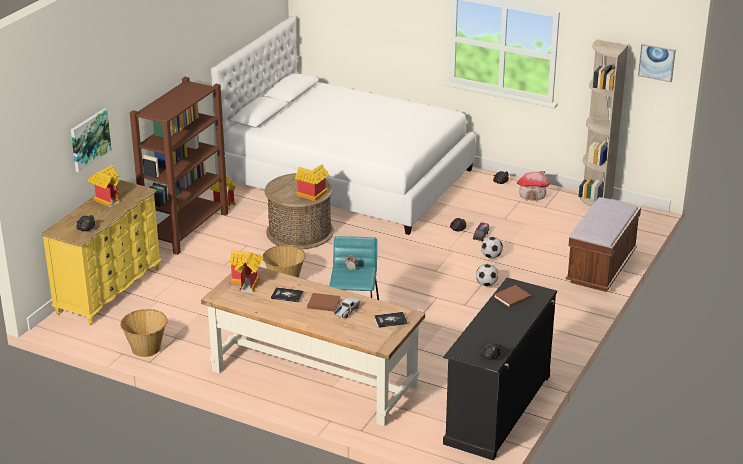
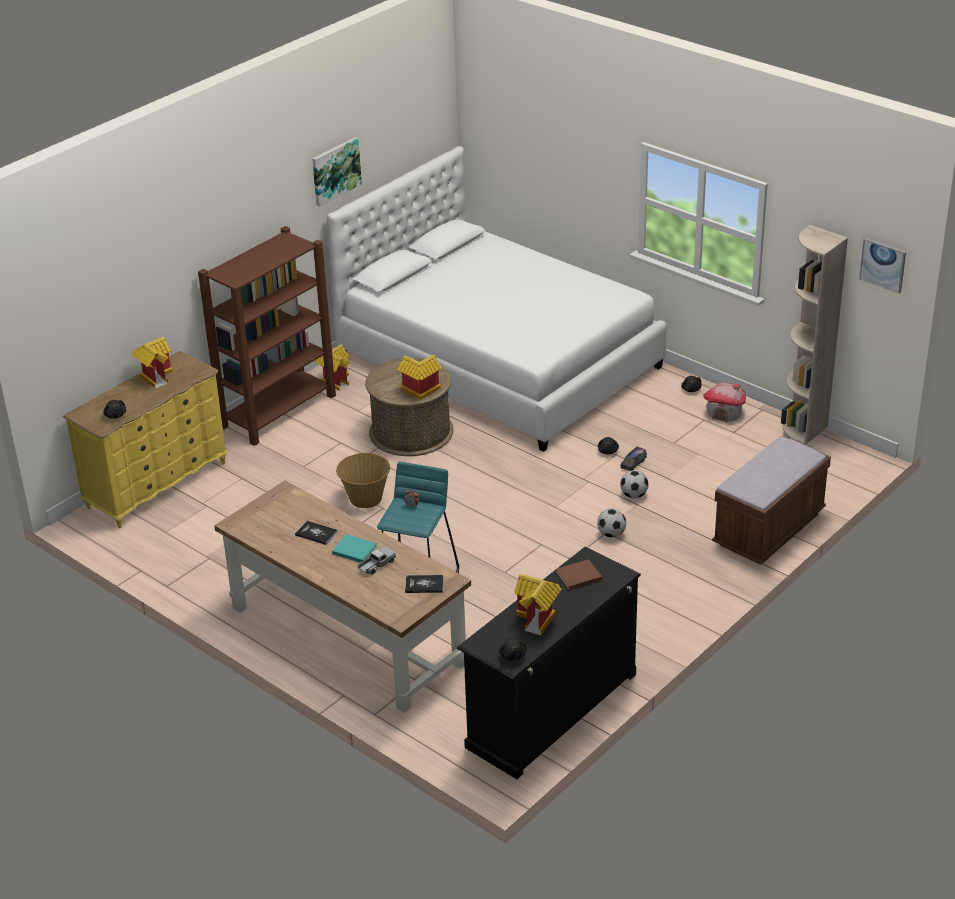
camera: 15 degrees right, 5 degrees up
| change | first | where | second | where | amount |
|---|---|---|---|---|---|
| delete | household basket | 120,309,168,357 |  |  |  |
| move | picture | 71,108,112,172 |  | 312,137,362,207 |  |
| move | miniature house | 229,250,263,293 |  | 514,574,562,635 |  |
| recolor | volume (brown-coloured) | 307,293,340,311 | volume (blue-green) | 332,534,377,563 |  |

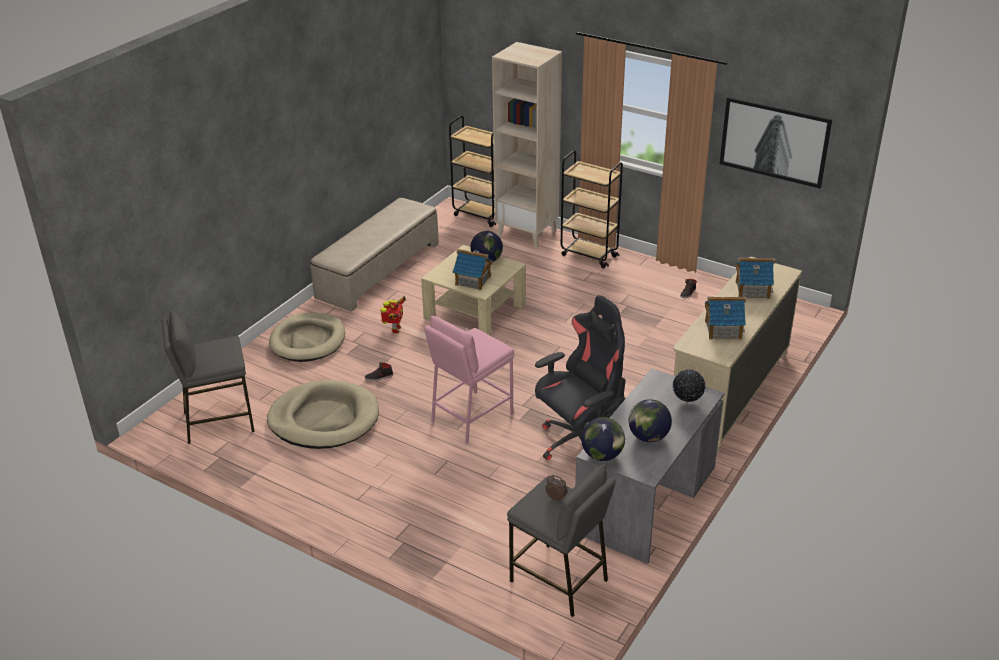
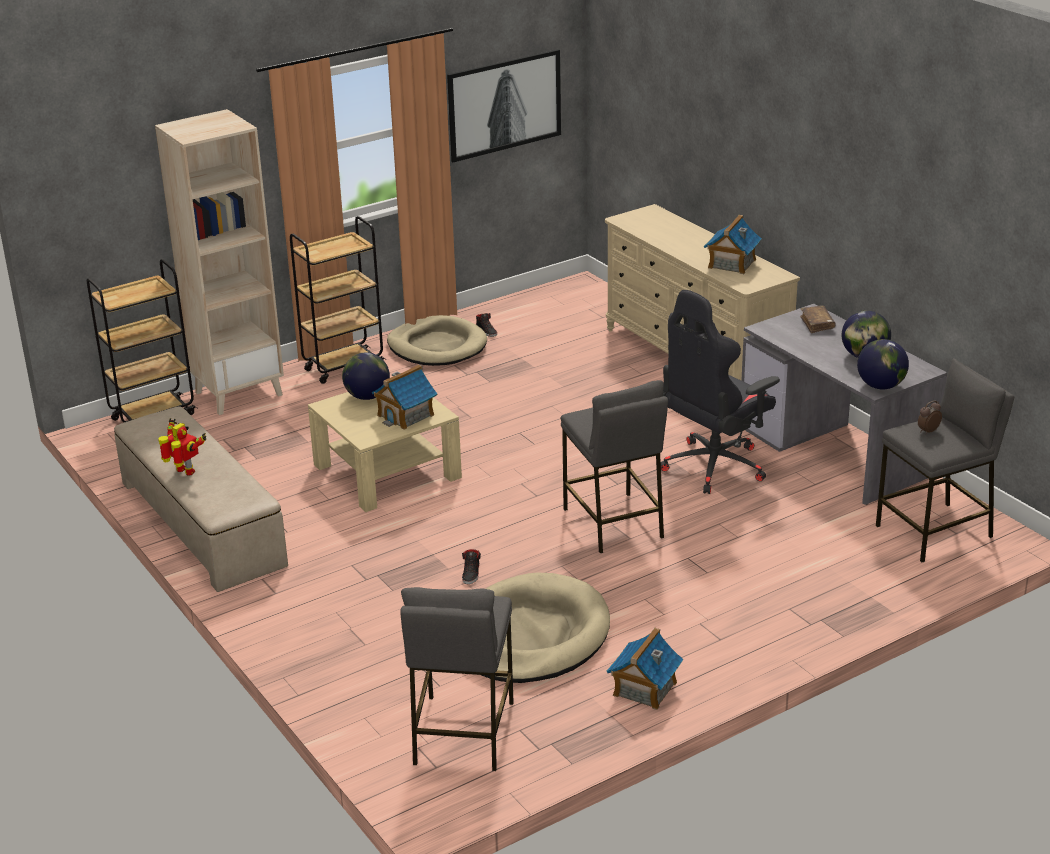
camera: 65 degrees left, 5 degrees down
| change | first | where | second | where | amount |
|---|---|---|---|---|---|
| move | pet bed (sand-coloured) | 269,313,345,362 |  | 387,315,487,366 |  |
| move | model robot | 380,296,406,333 |  | 158,418,206,476 |  |
| move | miniature house | 736,257,775,299 |  | 607,628,683,710 |  |
| replace | world globe | 673,369,705,403 | volume (brown-coloured) | 800,305,836,333 |  |
| recolor | stool seat (pink-coloured) | 424,316,514,444 | stool seat (greyish) | 561,380,668,553 |  |
| rotate | office chair (black) | 535,295,626,460 |  | 661,290,780,494 | 120 degrees counterclockwise |

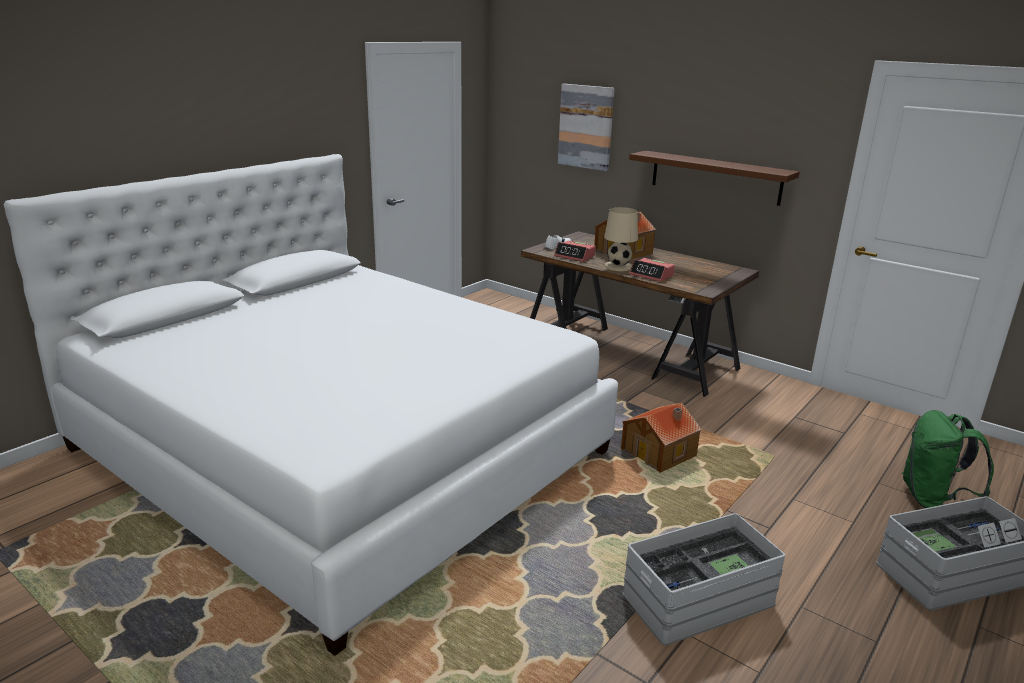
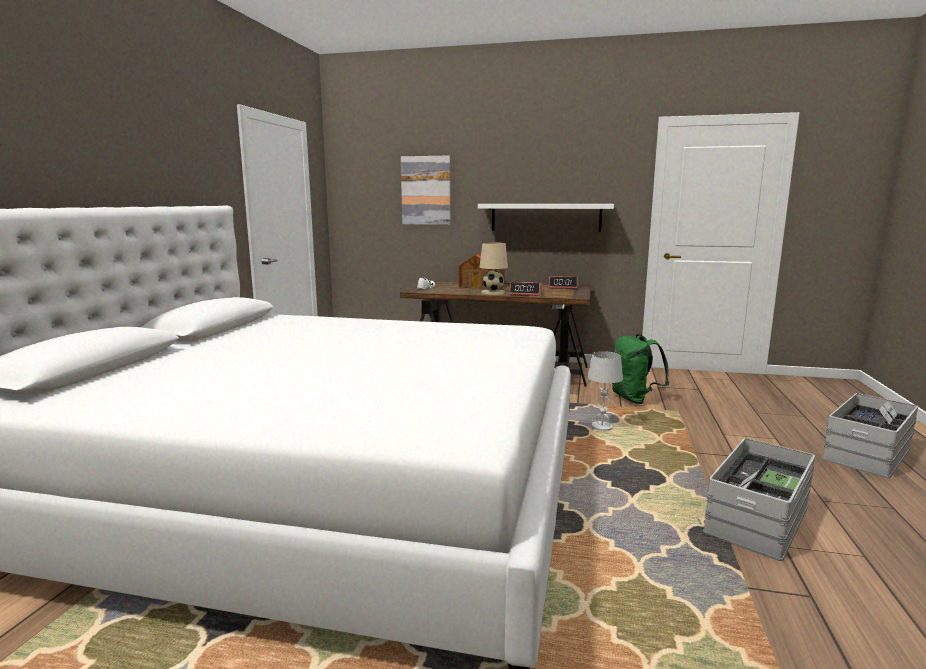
camera: 25 degrees left, 10 degrees down
| change | first | where | second | where | amount |
|---|---|---|---|---|---|
| move | table clock | 554,241,596,262 |  | 549,276,577,289 |  |
| move | knapsack (green-coloured) | 902,410,994,508 |  | 612,334,669,404 |  |
| replace | miniature house | 621,403,702,473 | tabletop lamp (white-coloured) | 587,351,623,431 |  |
| recolor | wall shelf (brown-coloured) | 629,151,800,206 | wall shelf (white-coloured) | 478,204,614,232 |  |

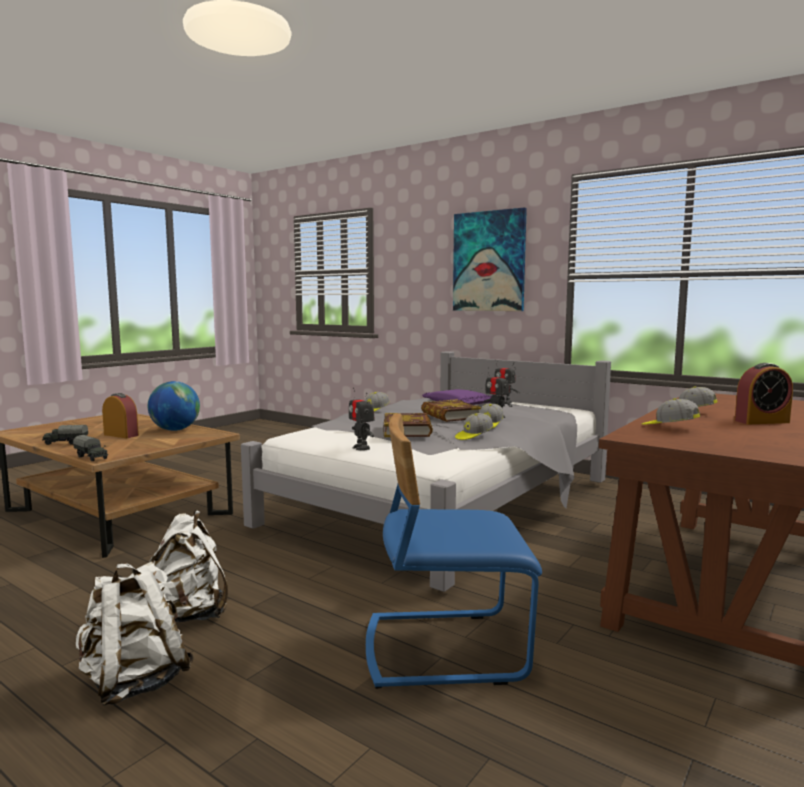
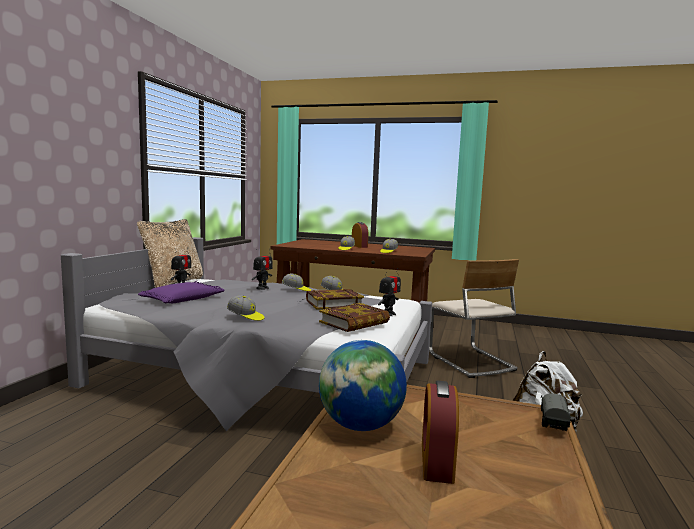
camera: 110 degrees left, 0 degrees up
| change | first | where | second | where | amount |
|---|---|---|---|---|---|
| delete | model truck | 42,425,88,445 |  |  |  |
| delete | knapsack (white-coloured) | 76,561,194,706 |  |  |  |
| delete | picture | 453,207,527,311 |  |  |  |
| insert |  |  | throw pillow (sand-coloured) | 137,219,203,288 |  |
| move | volume | 421,399,482,422 |  | 319,303,390,332 |  |
| recolor | chair (bluish) | 366,414,542,689 | chair (sand-coloured) | 429,259,519,378 |  |

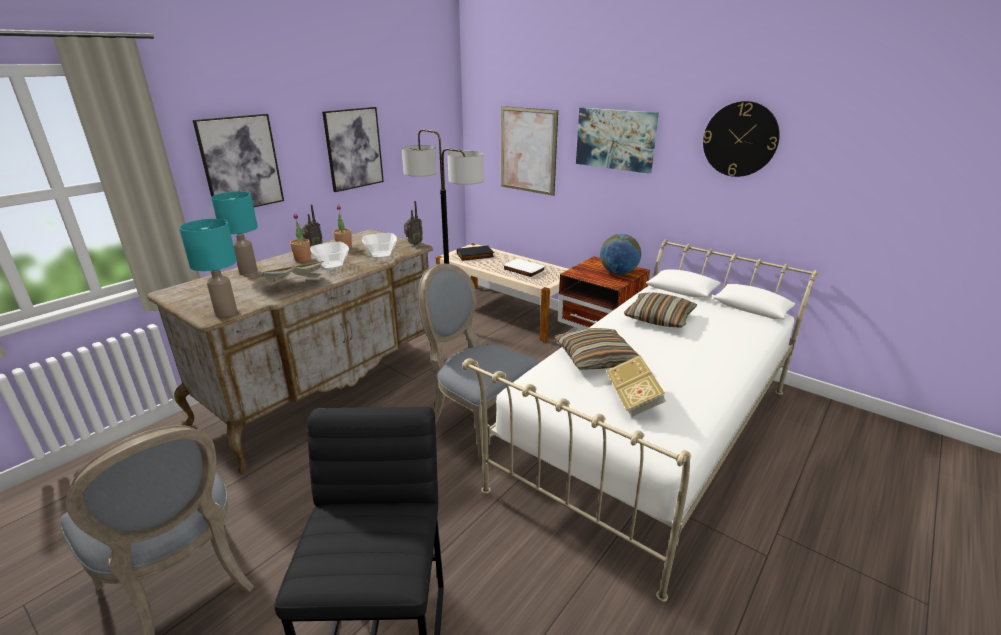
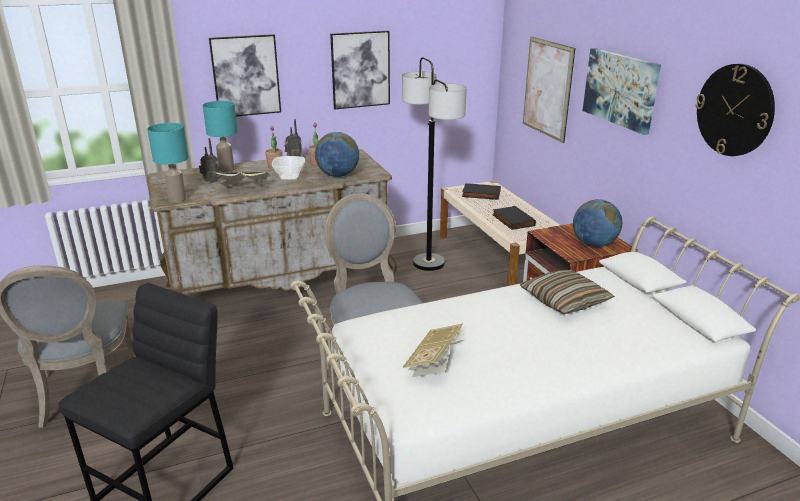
camera: 30 degrees right, 0 degrees up
| change | first | where | second | where | amount |
|---|---|---|---|---|---|
| delete | throw pillow | 555,328,639,369 |  |  |  |
| move | radio receiver | 404,201,423,245 |  | 199,138,220,183 |  |
| replace | deep dish | 362,233,397,258 | world globe | 315,132,359,177 |  |
| recolor | volume (white-coloured) | 503,259,545,278 | volume (black) | 492,206,536,230 |  |

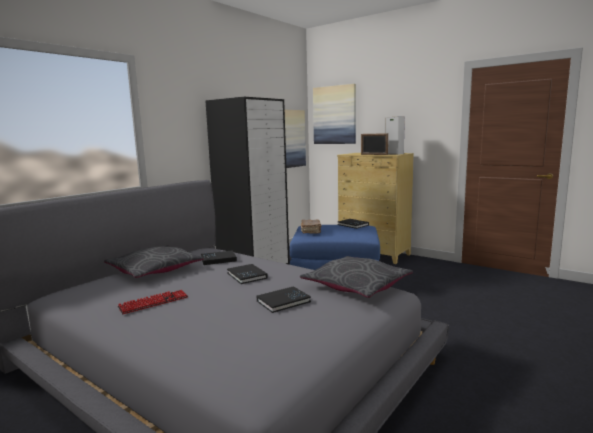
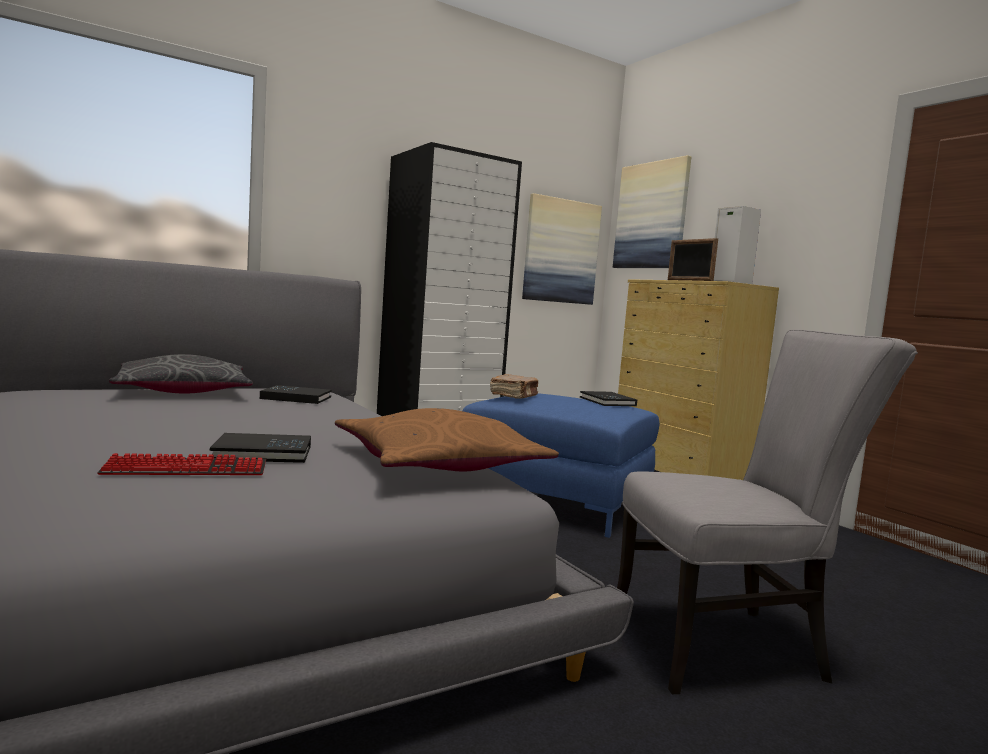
camera: 20 degrees right, 5 degrees down
| change | first | where | second | where | amount |
|---|---|---|---|---|---|
| delete | volume (black) | 227,264,268,284 |  |  |  |
| insert |  |  | chair (greyish) | 617,330,918,694 |  |
| move | computer keyboard | 118,290,188,314 |  | 97,453,266,475 |  |
| recolor | throw pillow (greyish) | 300,256,413,298 | throw pillow (brown-coloured) | 335,408,559,472 |  |

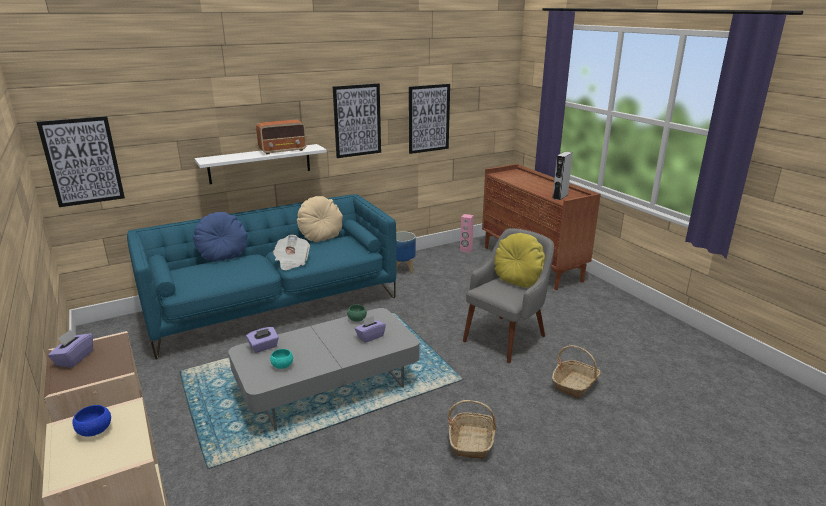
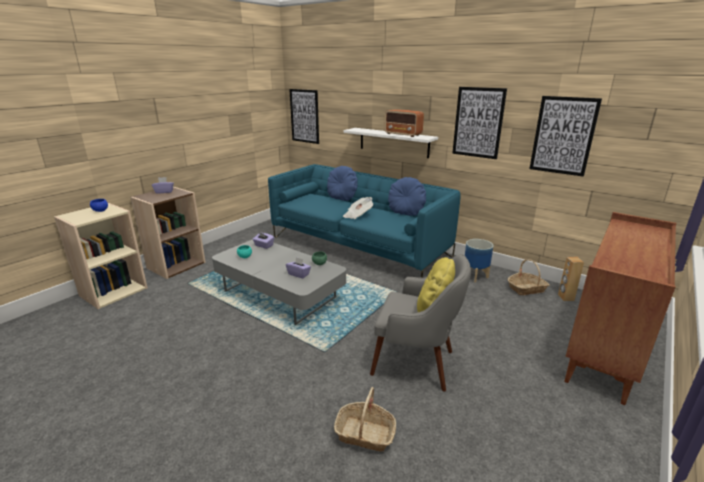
camera: 65 degrees right, 0 degrees up
| change | first | where | second | where | amount |
|---|---|---|---|---|---|
| delete | loudspeaker (greyish) | 552,152,573,200 |  |  |  |
| move | household basket | 448,400,496,459 |  | 507,259,549,295 |  |
| recolor | throw pillow (sand-coloured) | 297,196,343,242 | throw pillow (bluish) | 388,177,426,216 |  |
| recolor | loudspeaker (pink-coloured) | 460,214,474,253 | loudspeaker (brown-coloured) | 558,257,584,301 |  |

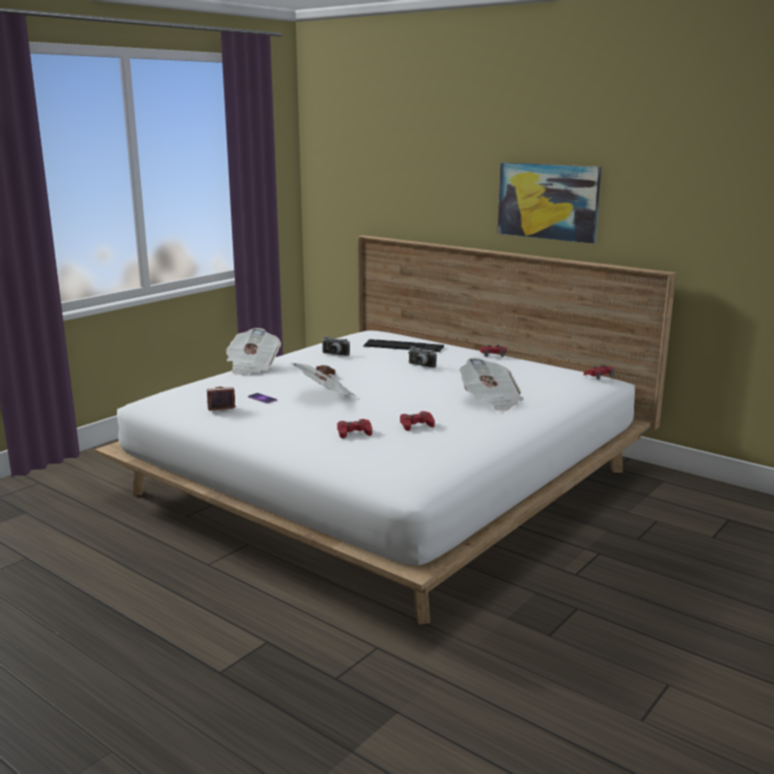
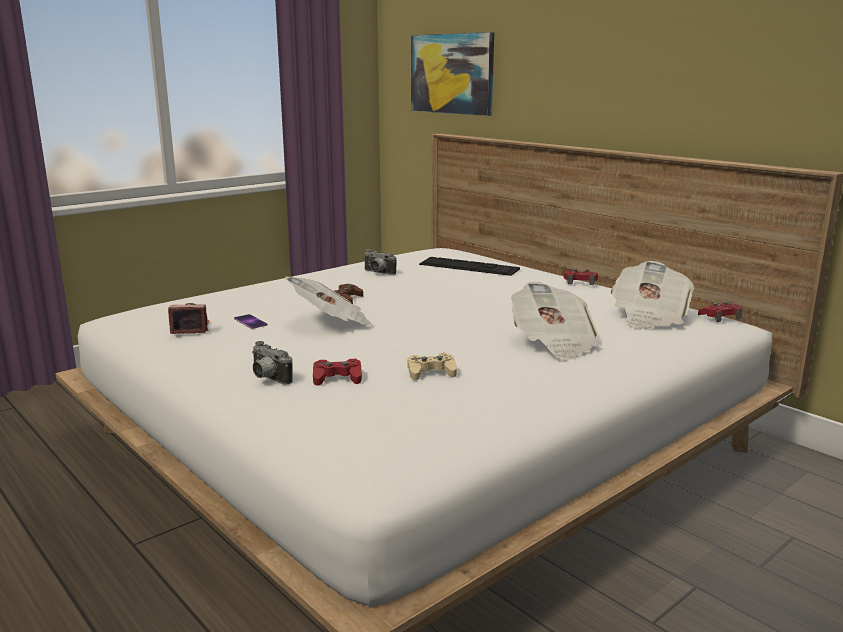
camera: 10 degrees right, 0 degrees up
| change | first | where | second | where | amount |
|---|---|---|---|---|---|
| move | newspaper | 226,328,281,375 |  | 611,261,695,329 |  |
| move | photo camera | 409,346,437,368 |  | 252,341,293,385 |  |
| move | picture | 498,162,601,244 |  | 411,32,494,116 |  |
| recolor | gamepad (red) | 400,411,435,431 | gamepad (sand-coloured) | 408,353,457,380 |  |

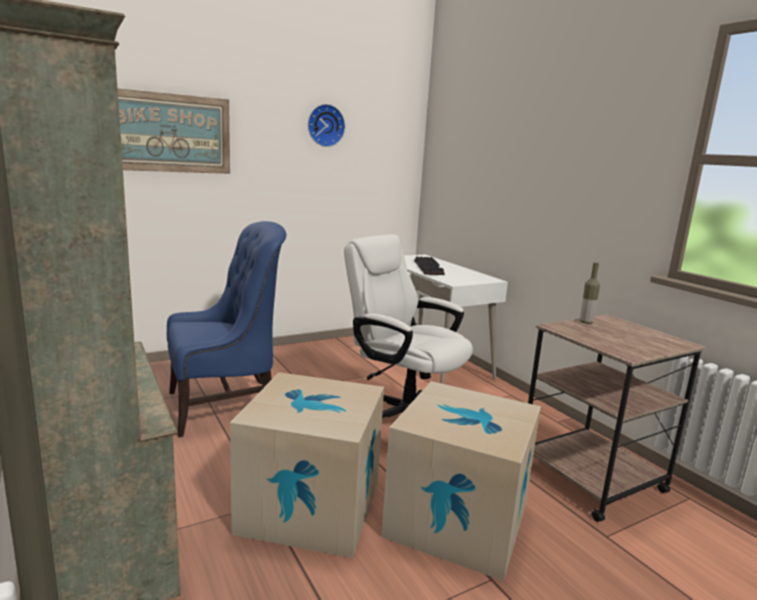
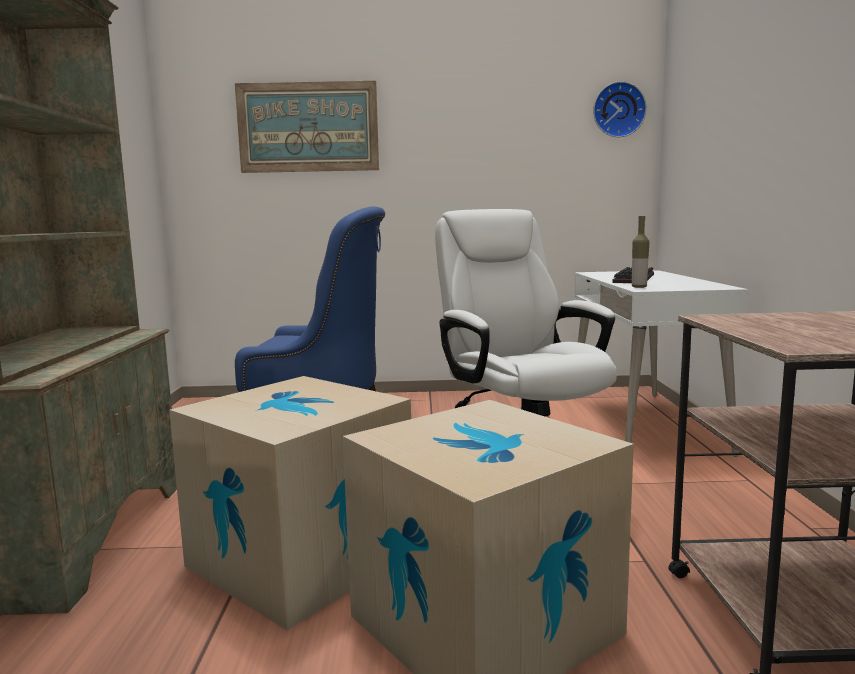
camera: 30 degrees right, 5 degrees down
| change | first | where | second | where | amount |
|---|---|---|---|---|---|
| move | hanging clock | 308,104,345,147 |  | 593,81,647,137 |  |
| move | drink bottle | 580,263,600,324 |  | 632,216,649,288 |  |

